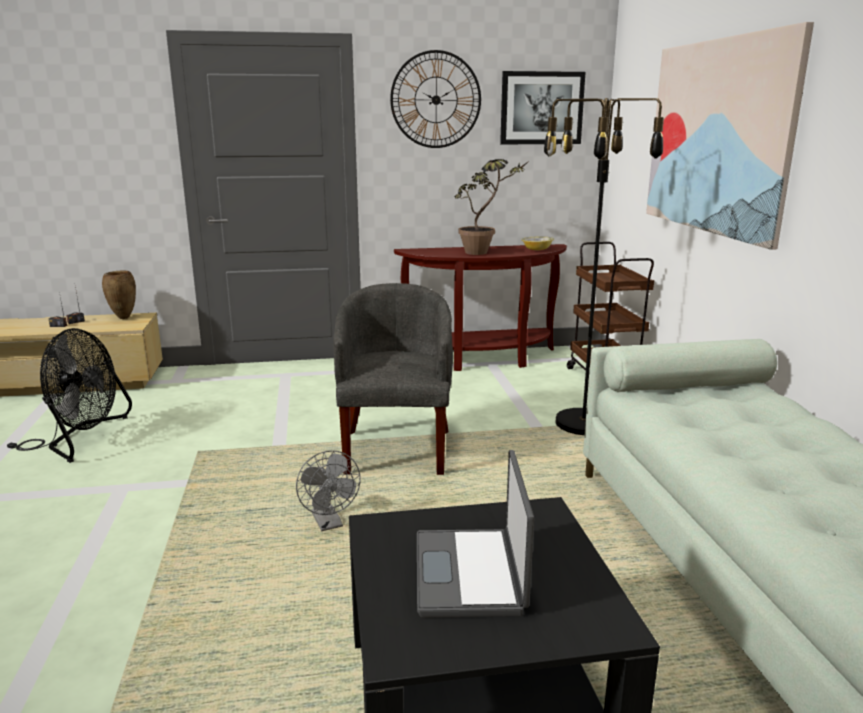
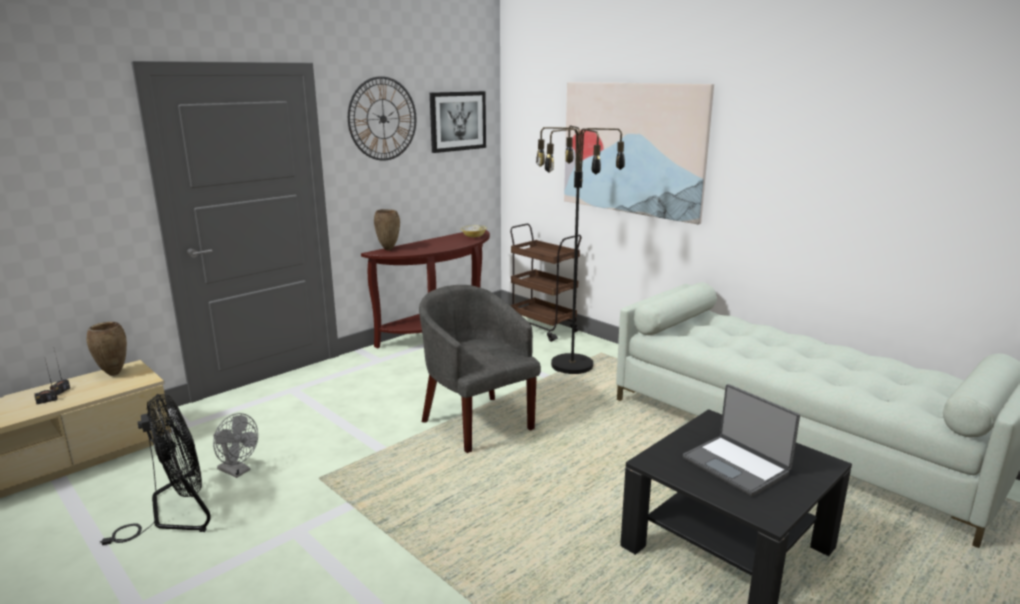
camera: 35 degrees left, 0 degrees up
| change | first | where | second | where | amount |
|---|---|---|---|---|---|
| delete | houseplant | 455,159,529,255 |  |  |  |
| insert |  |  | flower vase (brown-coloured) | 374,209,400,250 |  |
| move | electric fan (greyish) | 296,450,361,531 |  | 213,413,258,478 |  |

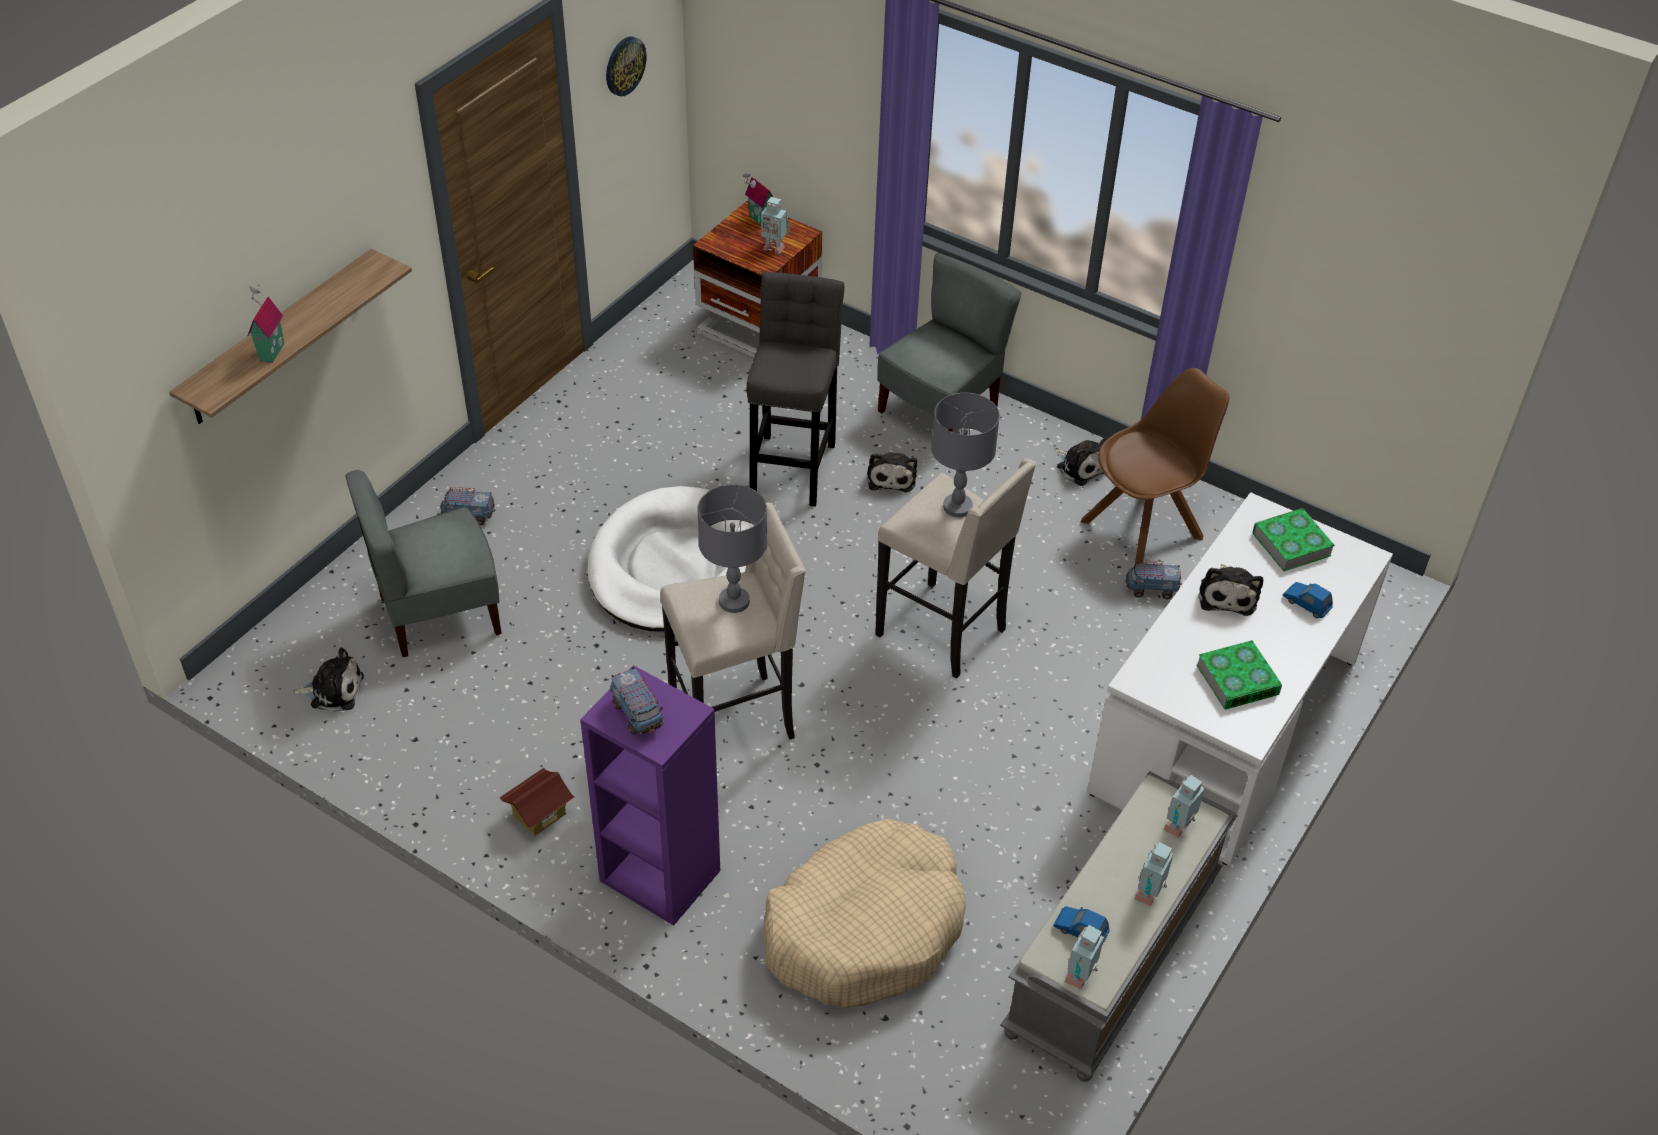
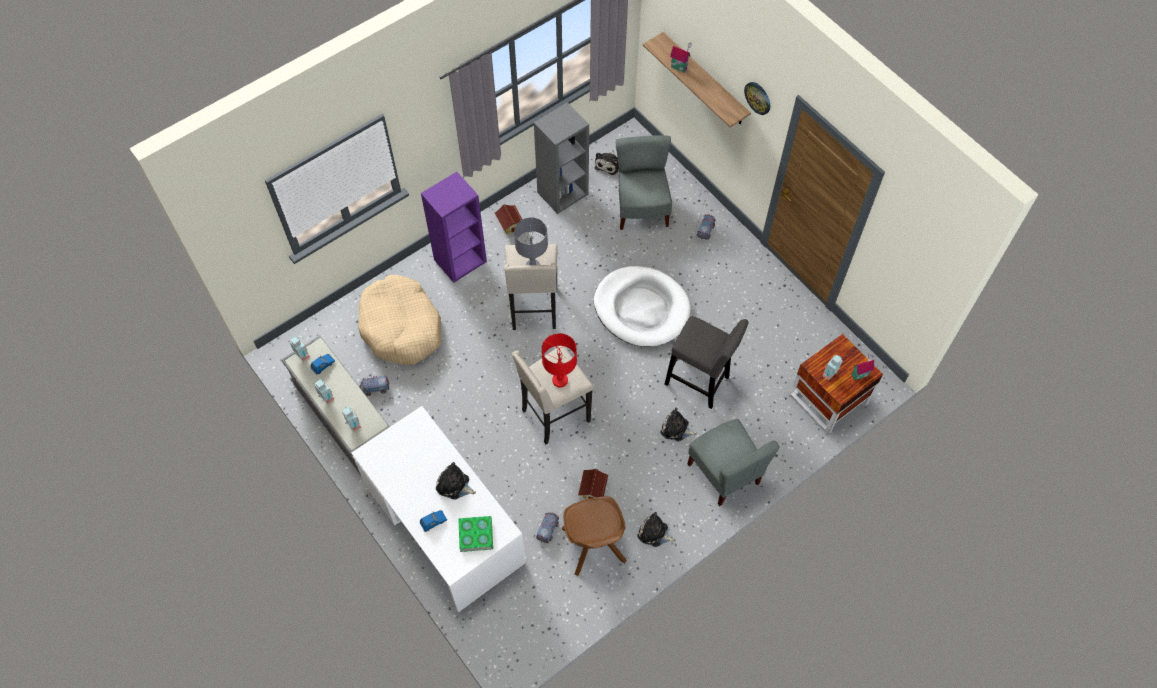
camera: 110 degrees right, 15 degrees up
| change | first | where | second | where | amount |
|---|---|---|---|---|---|
| delete | volume | 1196,640,1282,710 |  |  |  |
| insert |  |  | bookcase (greyish) | 534,102,589,214 |  |
| insert |  |  | miniature house | 578,469,608,499 |  |
| move | hanging clock | 606,36,646,96 |  | 744,82,770,115 |  |
| move | model truck | 611,667,663,735 |  | 360,376,390,396 |  |
| recolor | tabletop lamp (greyish) | 931,392,1000,517 | tabletop lamp (red) | 542,333,577,387 |  |
| rotate | soft toy | 1054,437,1108,486 |  | 638,512,675,547 | 45 degrees clockwise |

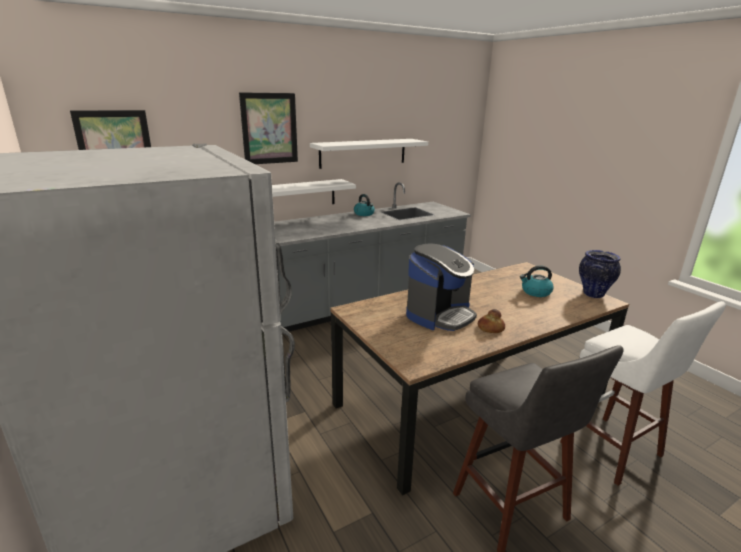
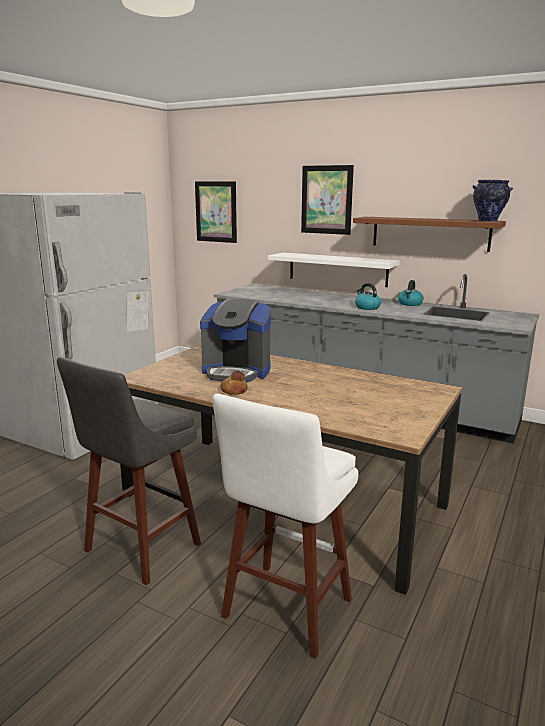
camera: 60 degrees right, 5 degrees down
| change | first | where | second | where | amount |
|---|---|---|---|---|---|
| move | kettle | 520,265,554,297 |  | 355,283,381,310 |  |
| move | flower vase | 579,250,621,298 |  | 473,180,513,222 |  |
| recolor | wall shelf (white-coloured) | 310,139,428,169 | wall shelf (brown-coloured) | 353,217,506,252 |  |

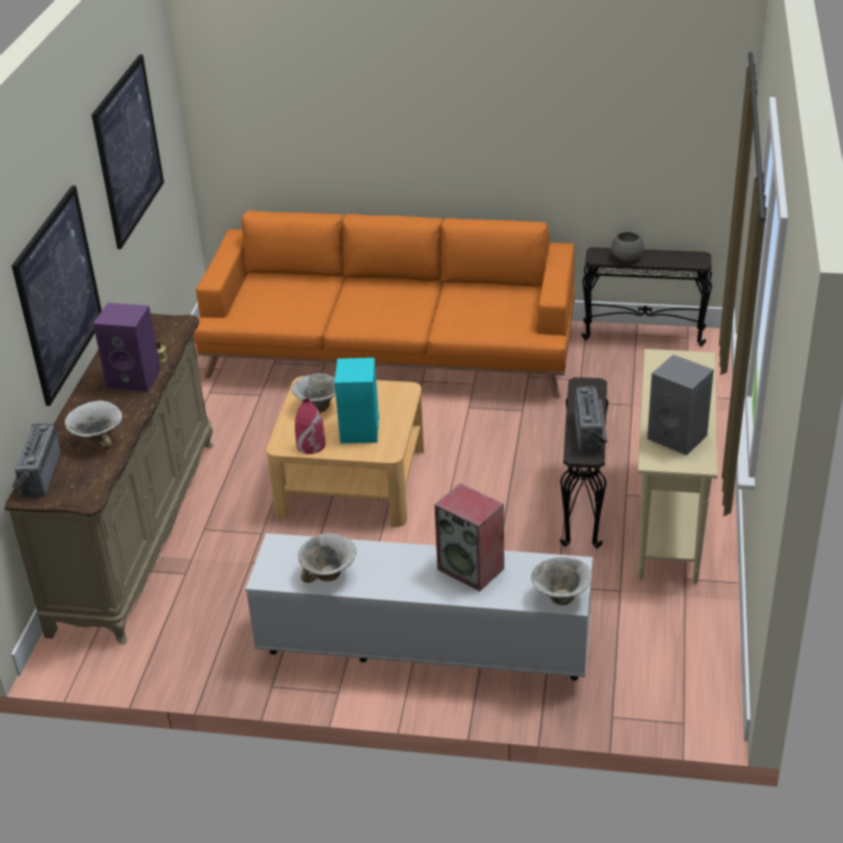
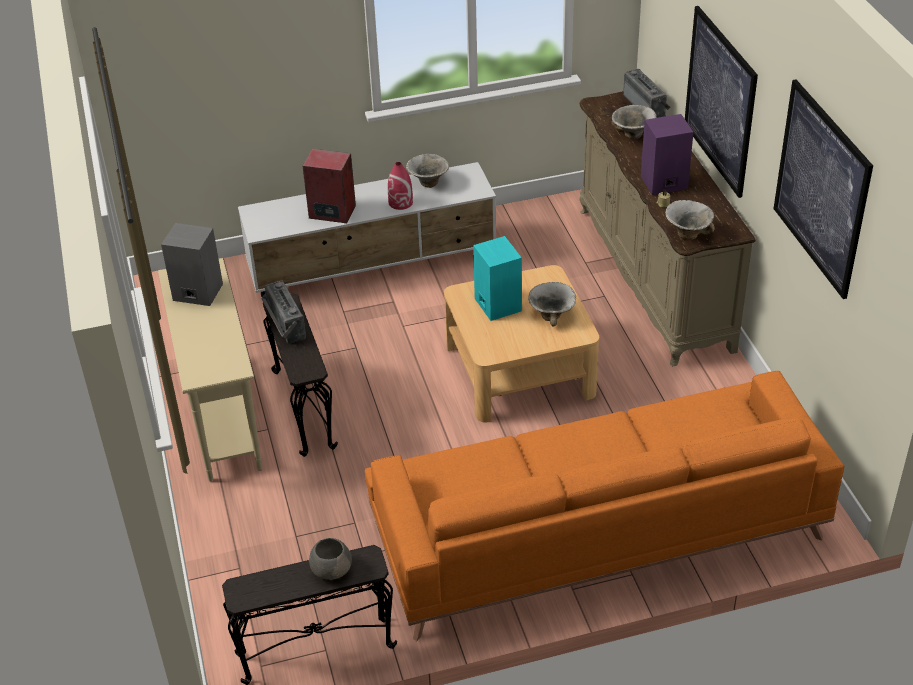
camera: 155 degrees right, 5 degrees up
| change | first | where | second | where | amount |
|---|---|---|---|---|---|
| move | flower vase (red) | 295,398,326,454 |  | 388,162,413,210 |  |
| move | deep dish | 531,557,592,605 |  | 665,200,715,240 |  |

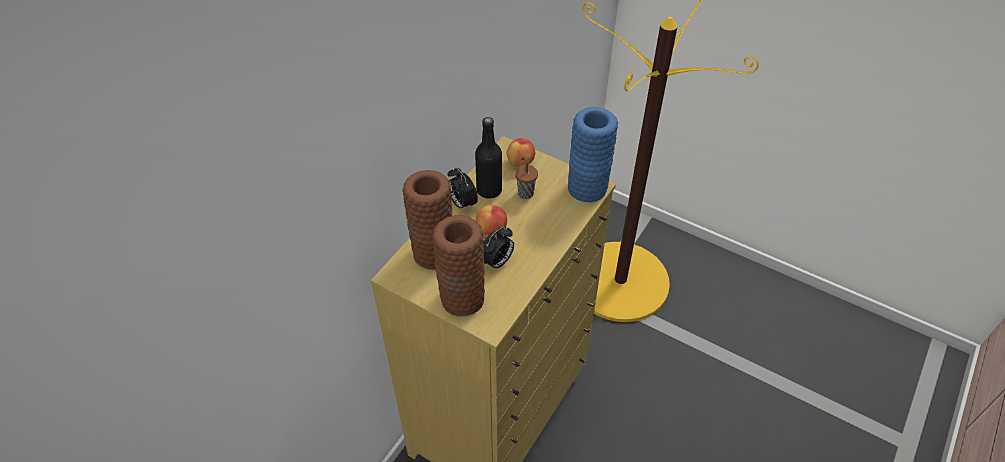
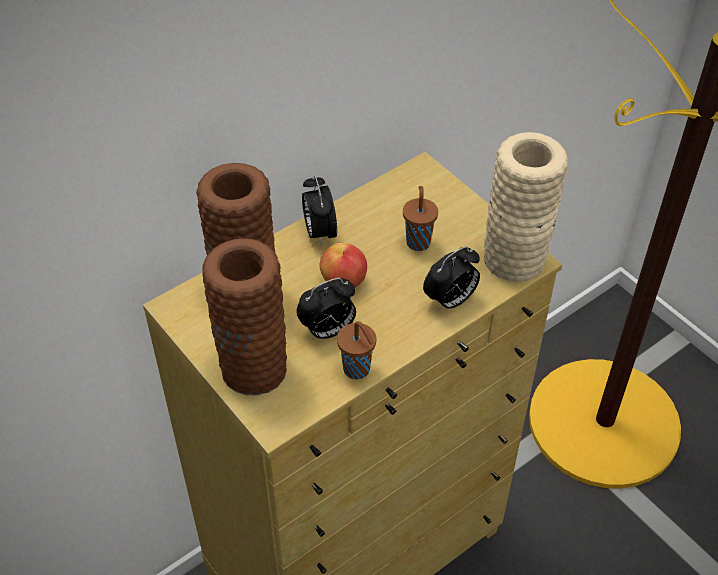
camera: 20 degrees right, 0 degrees up
| change | first | where | second | where | amount |
|---|---|---|---|---|---|
| delete | drink bottle (black) | 475,117,502,198 |  |  |  |
| delete | apple | 507,138,535,167 |  |  |  |
| insert |  |  | drinking cup (brown-coloured) | 337,321,376,380 |  |
| insert |  |  | table clock | 423,246,480,312 |  |
| recolor | flower vase (bluish) | 568,107,618,202 | flower vase (sand-coloured) | 484,132,568,282 |  |

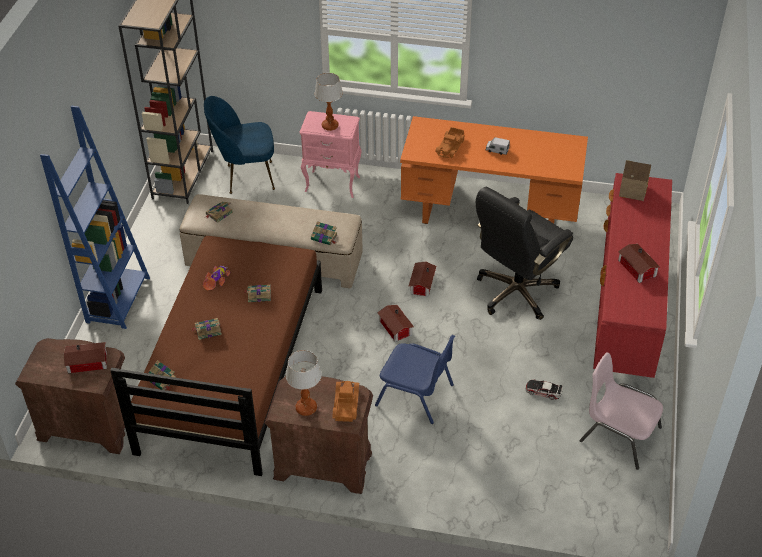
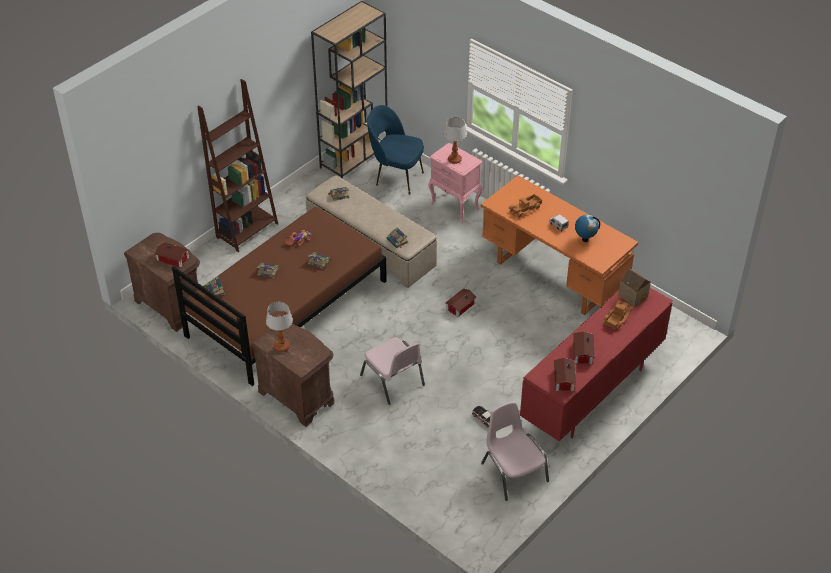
camera: 30 degrees right, 0 degrees up
| change | first | where | second | where | amount |
|---|---|---|---|---|---|
| delete | office chair (black) | 476,187,573,320 |  |  |  |
| insert |  |  | world globe | 575,215,600,242 |  |
| move | model truck | 333,381,359,422 |  | 603,300,634,329 |  |
| move | miniature house | 377,305,414,342 |  | 554,358,576,391 |  |
| recolor | bookcase (bluish) | 40,106,150,329 | bookcase (brown-coloured) | 197,79,278,252 |  |
| recolor | chair (bluish) | 375,335,455,424 | chair (pink-coloured) | 360,337,425,405 |  |

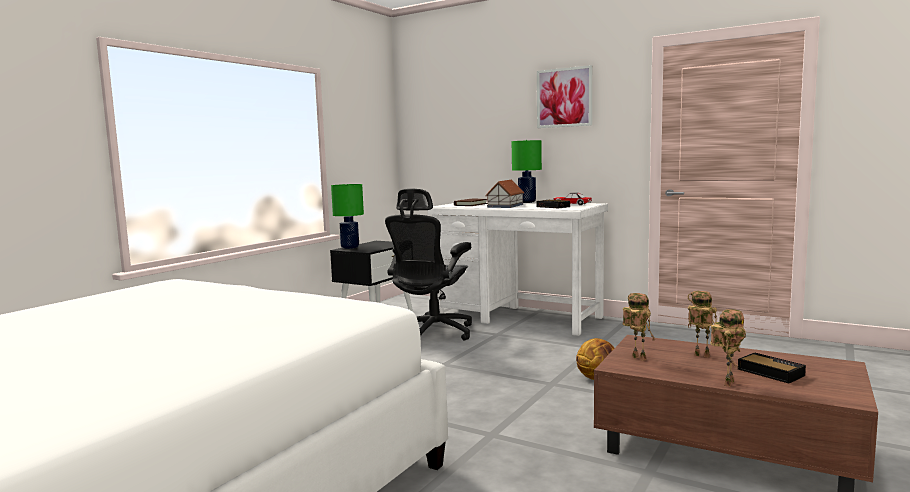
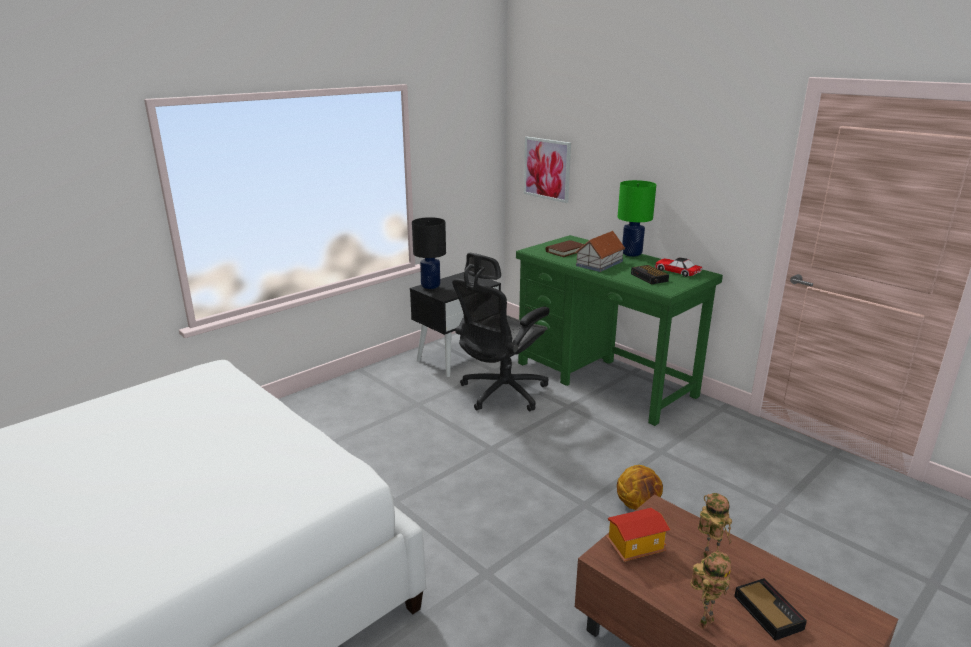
camera: 15 degrees right, 15 degrees up
| change | first | where | second | where | amount |
|---|---|---|---|---|---|
| move | picture | 537,65,592,128 |  | 524,137,571,203 |  |
| replace | model robot | 623,293,655,361 | miniature house | 606,508,670,562 |  |
| recolor | tabletop lamp (green-coloured) | 331,184,364,249 | tabletop lamp (black) | 412,217,446,289 |  |
| recolor | desk (white-coloured) | 428,202,608,336 | desk (green-coloured) | 516,235,723,426 |  |

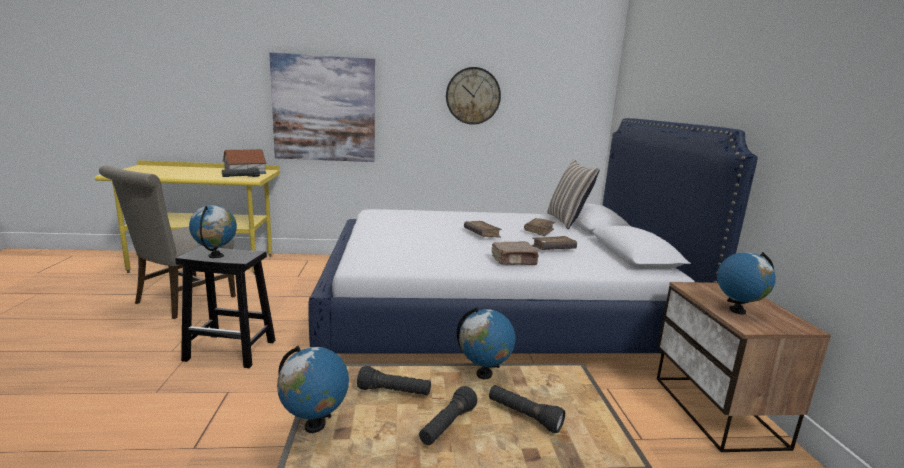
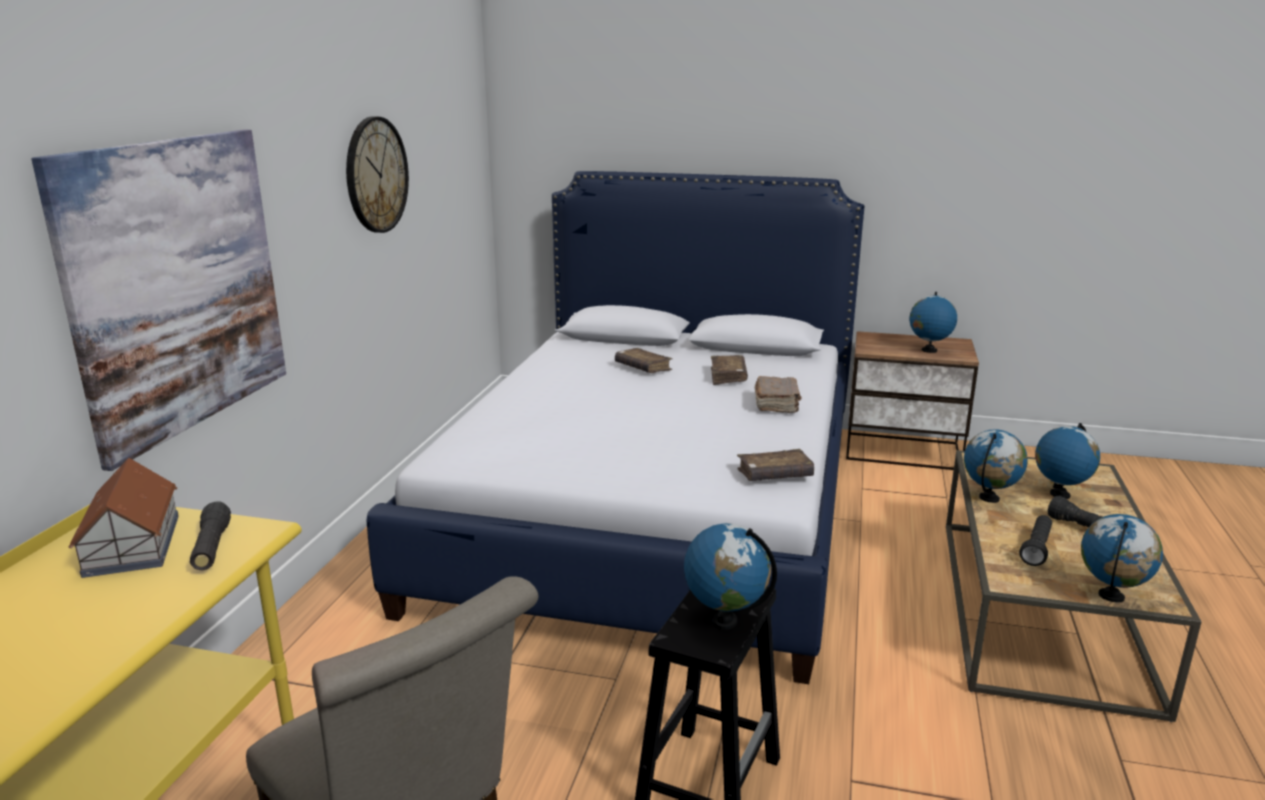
camera: 70 degrees left, 5 degrees up
| change | first | where | second | where | amount |
|---|---|---|---|---|---|
| delete | throw pillow | 547,160,600,229 |  |  |  |
| move | volume (brown-coloured) | 464,221,502,237 |  | 737,449,814,481 |  |
| replace | torch (black) | 489,385,565,433 | world globe | 1035,423,1100,499 |  |

